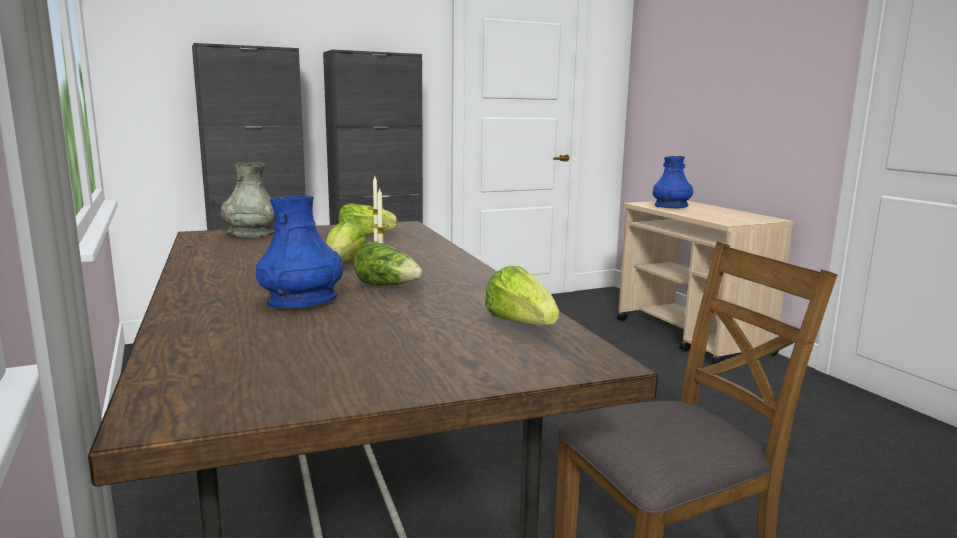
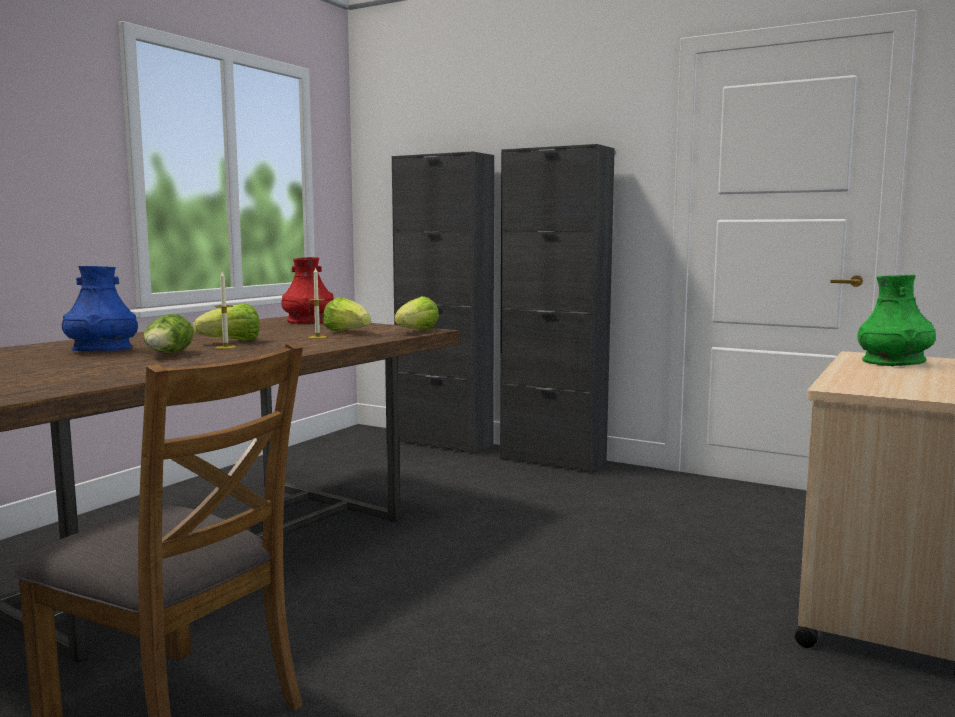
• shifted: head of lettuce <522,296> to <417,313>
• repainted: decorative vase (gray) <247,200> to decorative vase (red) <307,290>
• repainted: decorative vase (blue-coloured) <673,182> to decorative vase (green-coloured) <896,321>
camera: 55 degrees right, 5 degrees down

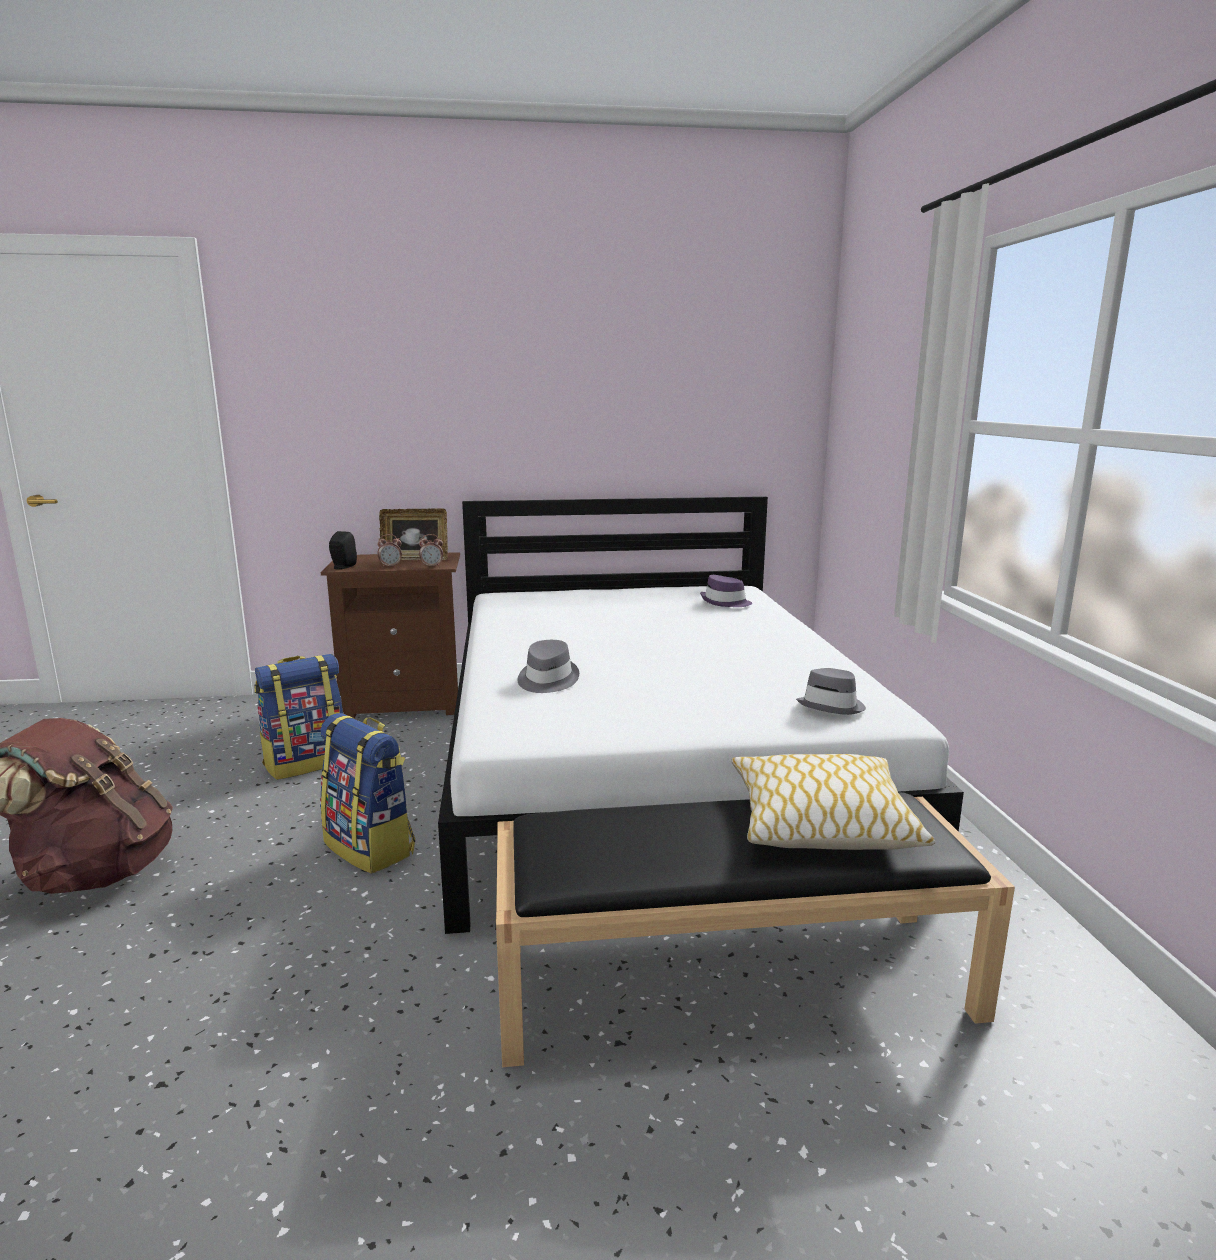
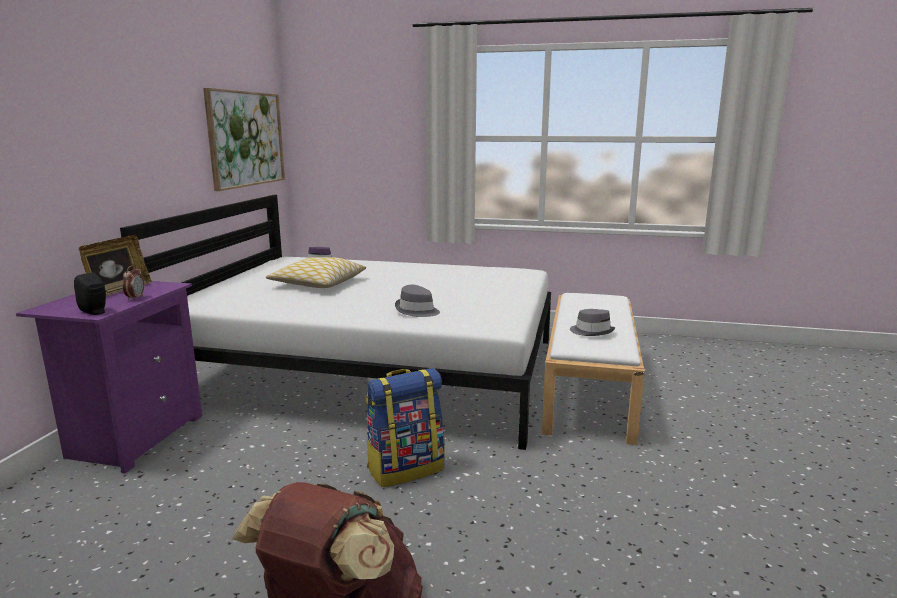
• gone: backpack <299,717>
• gone: table clock <431,551>
• new: wall picture <244,139>
• shifted: cushion <833,802> to <316,272>
• shifted: hat (gray) <831,691> to <592,322>
• repainted: night table (brownish) <390,635> to night table (purplish) <109,377>
• repainted: bench (blackish) <755,929> to bench (whitish) <593,369>
camera: 70 degrees left, 0 degrees up

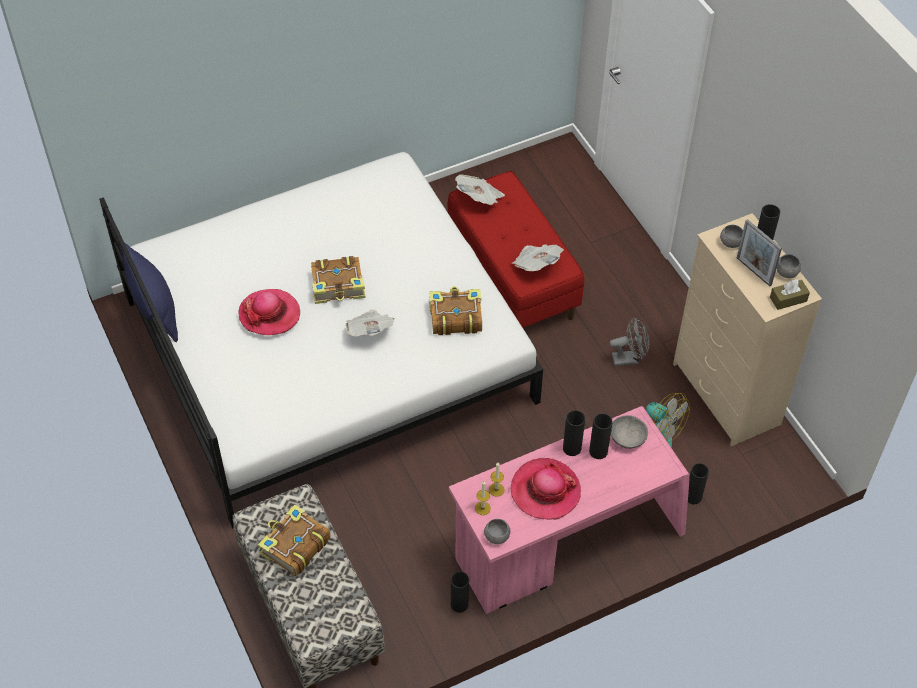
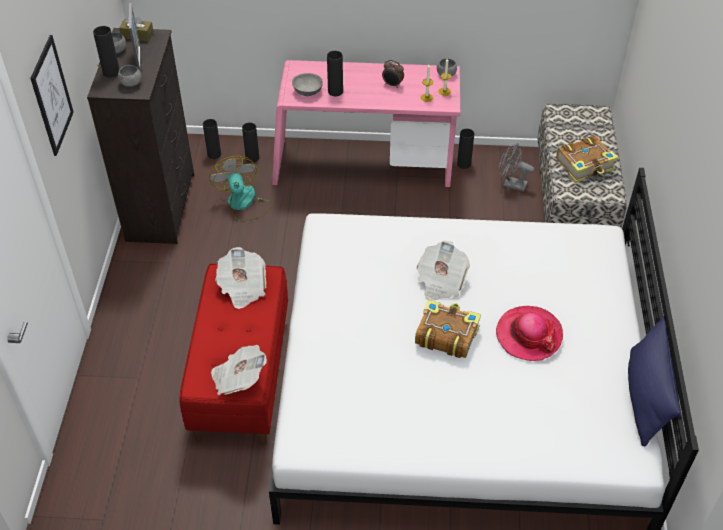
• gone: book <455,310>
• new: wall picture <52,95>
• shifted: decorative vase (blackish) <574,433> to <212,139>
• shifted: cooling fan (gray) <629,341> to <517,167>
• swapped: hat <546,489> to table clock <393,74>
• repainted: dresser (beige) <747,329> to dresser (blackish) <140,136>
camera: 150 degrees left, 5 degrees down

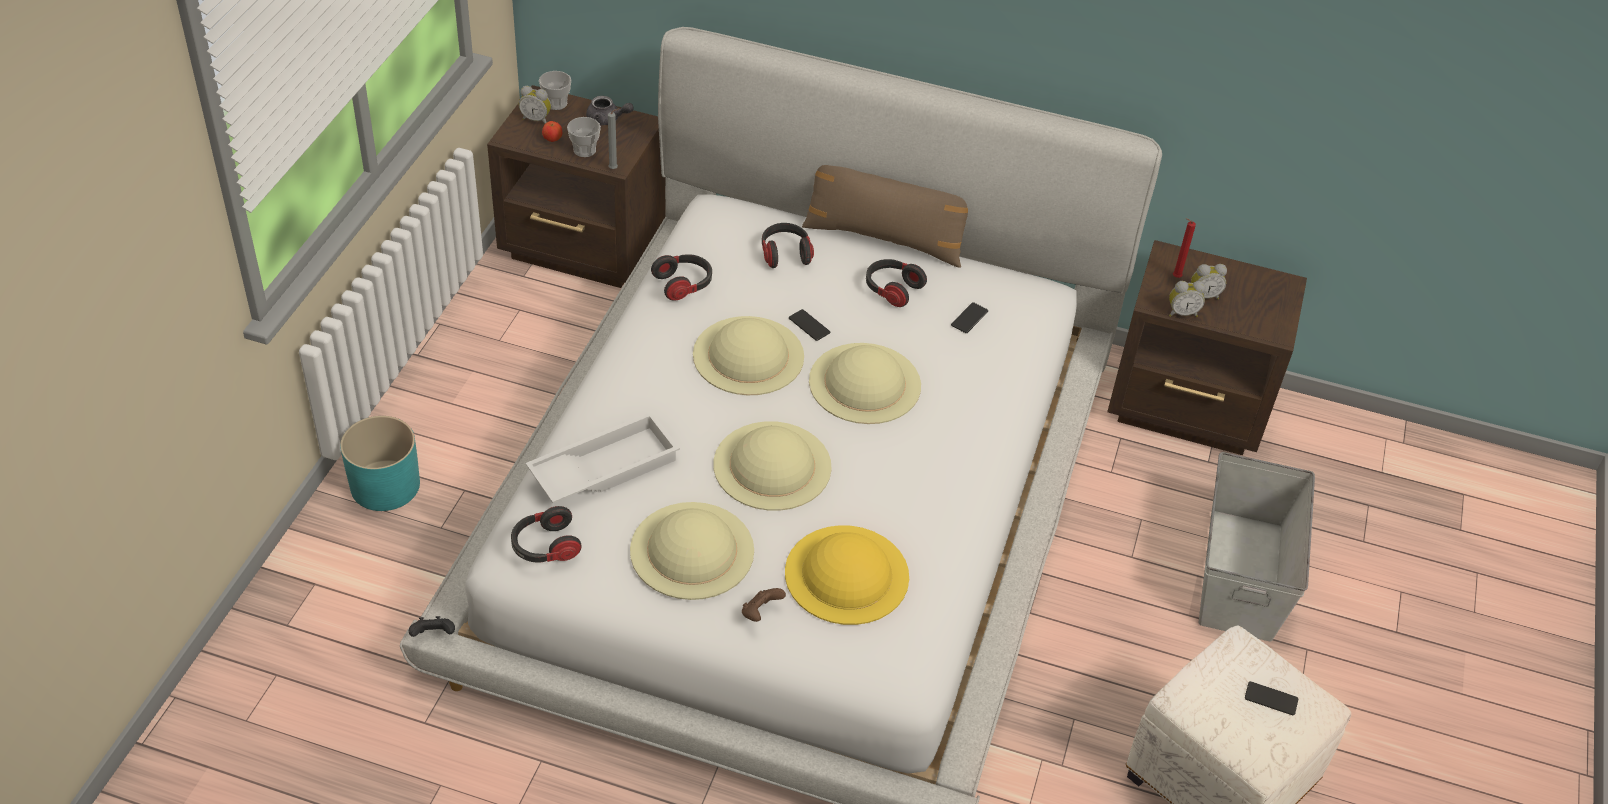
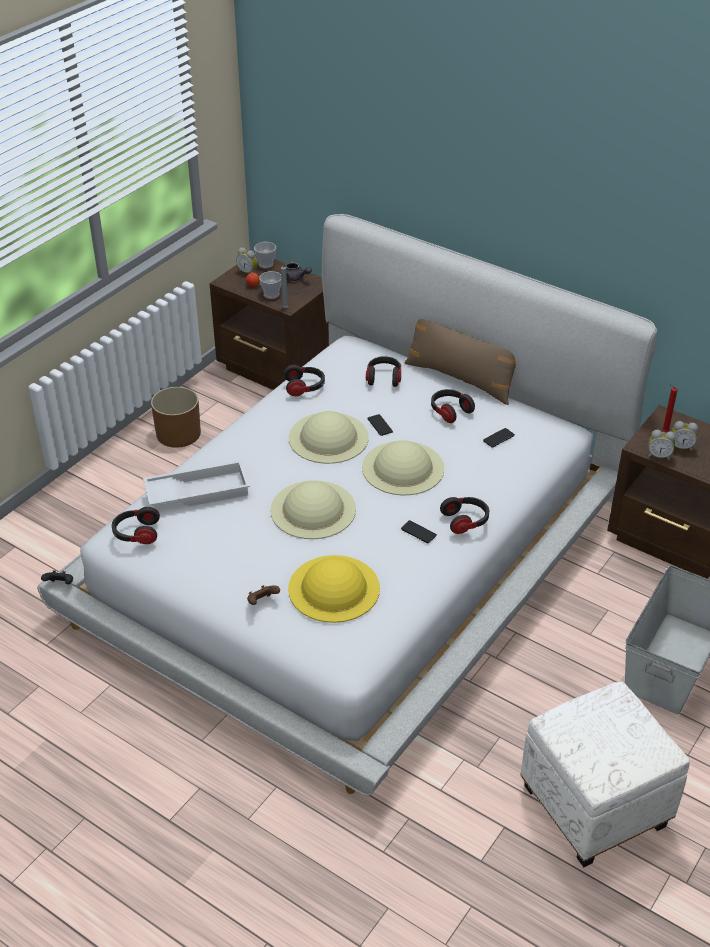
• gone: flower pot (turquoise) <380,463>
• gone: hat (beige) <692,551>
• new: flower pot (brownish) <176,417>
• new: headphones <464,515>
• shifted: phone <1271,698> to <419,531>
camera: 20 degrees right, 5 degrees down

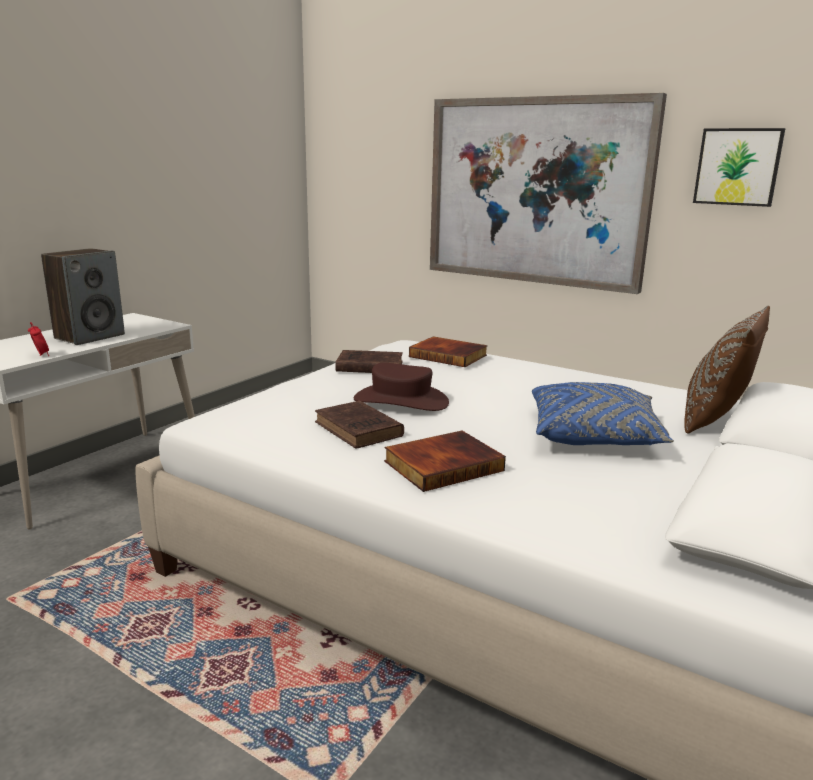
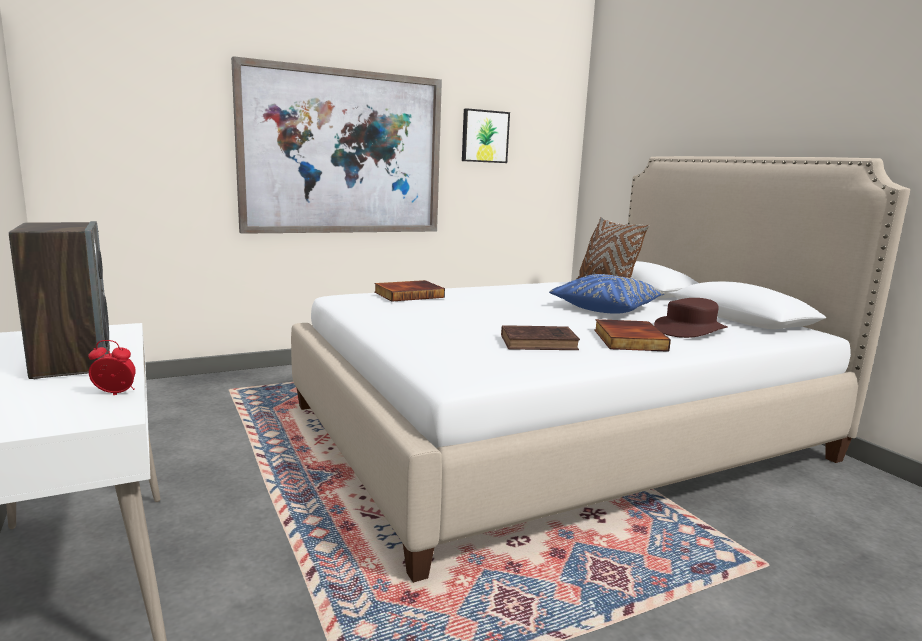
• gone: book (brownish) <369,361>
• shifted: hat (brownish) <401,387> to <691,318>
camera: 60 degrees left, 5 degrees down

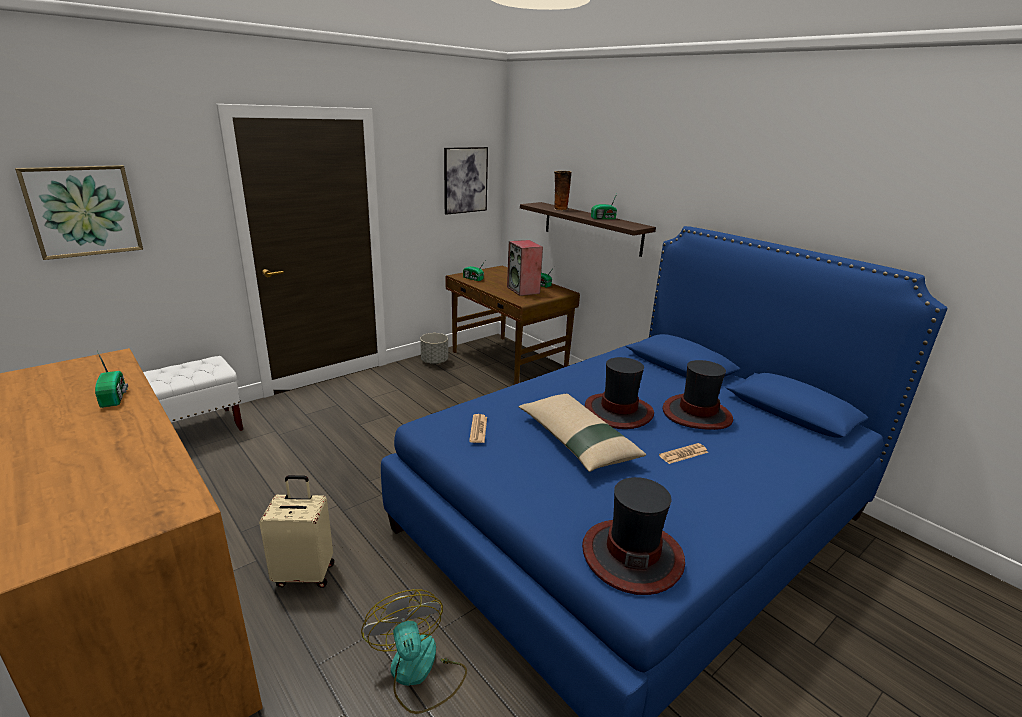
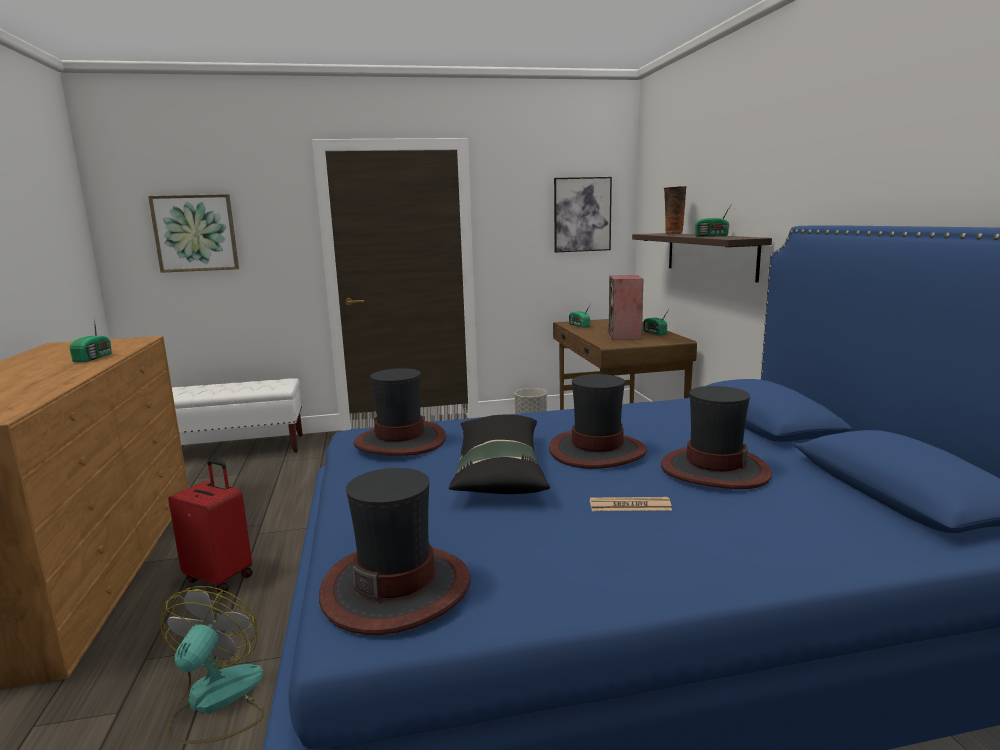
• swapped: printed paper <478,428> to hat <400,412>
• repainted: travel case (beige) <296,531> to travel case (red) <210,526>
• repainted: cushion (beige) <582,433> to cushion (blackish) <499,454>
camera: 30 degrees right, 10 degrees down

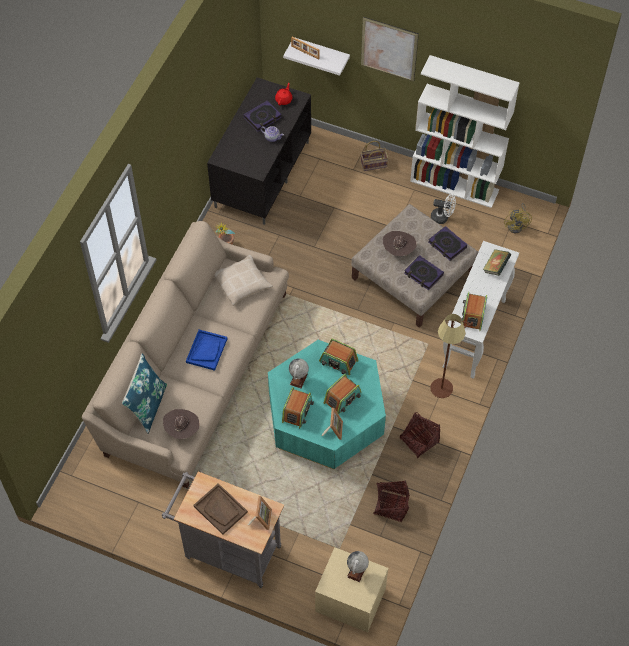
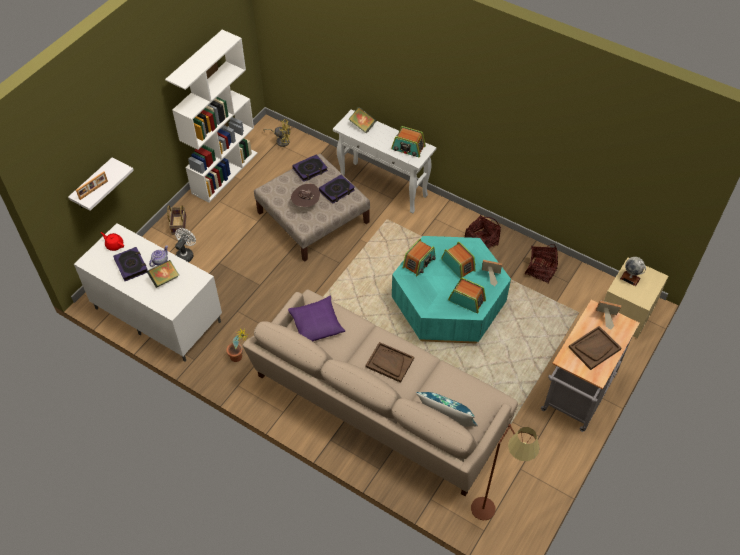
• gone: hat (brownish) <181,424>
• gone: world globe <299,373>
• gone: wall picture <390,49>
• new: book <163,274>
• shifted: cooling fan (whitish) <443,209> to <185,245>
• shifted: standing lamp (brownish) <452,356> to <505,472>
• repainted: serving tray (blue-coloured) <207,350> to serving tray (brownish) <389,362>
• repainted: tv unit (blackish) <259,151> to tv unit (whitish) <148,292>
• repainted: cushion (beige) <243,280> to cushion (purplish) <316,318>
camera: 80 degrees left, 5 degrees down

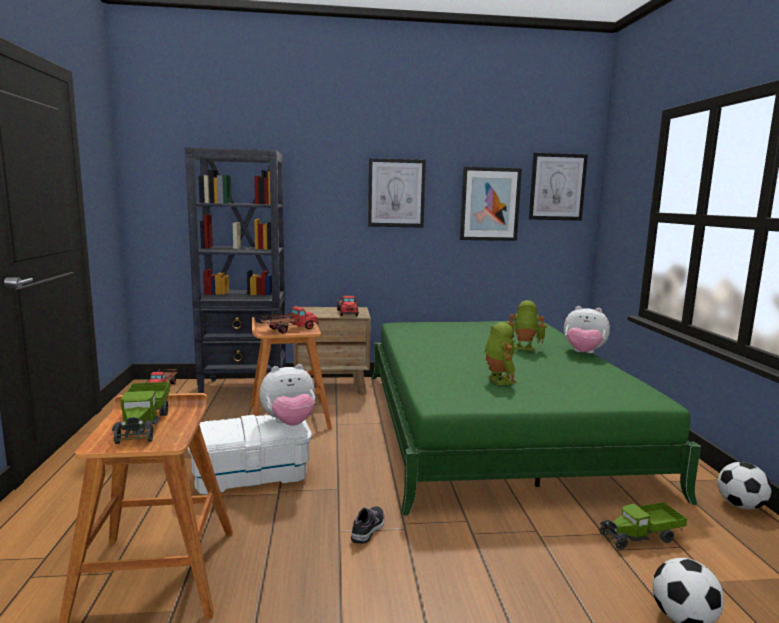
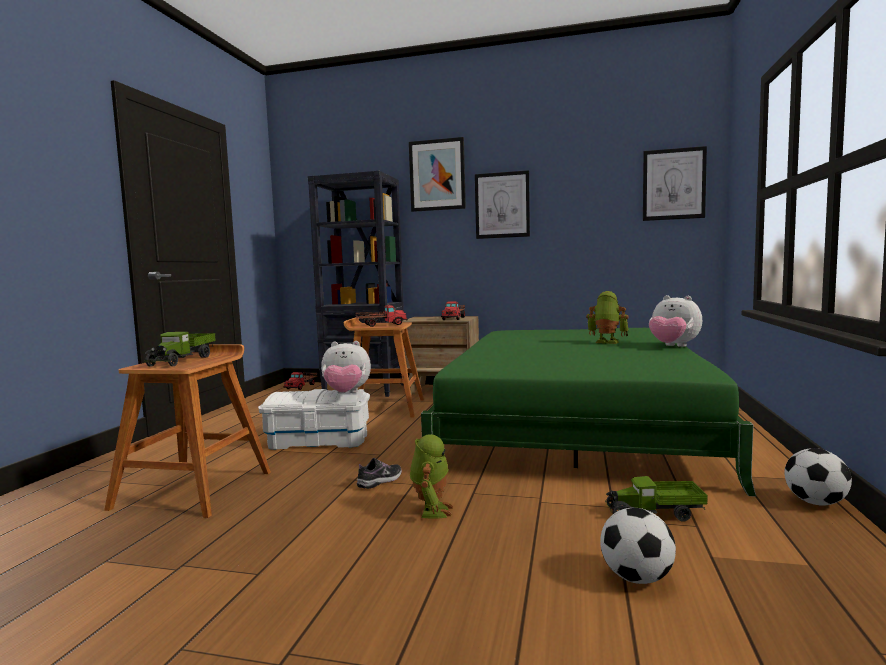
• shifted: wall picture <491,204> to <437,174>
• shifted: model robot <500,353> to <431,476>
camera: 20 degrees right, 5 degrees down

